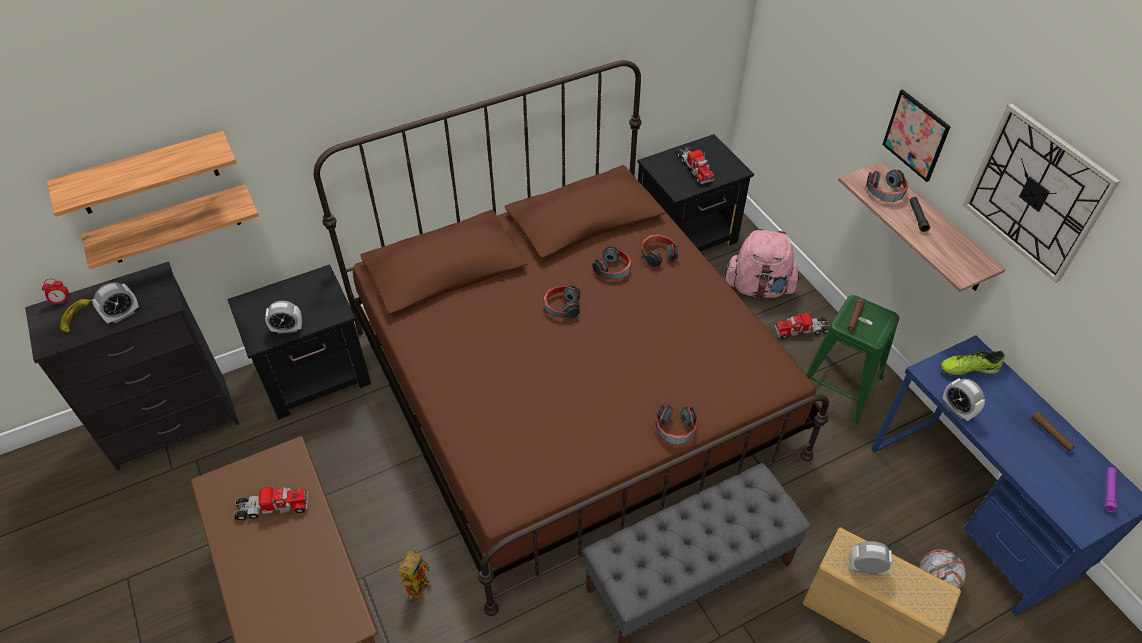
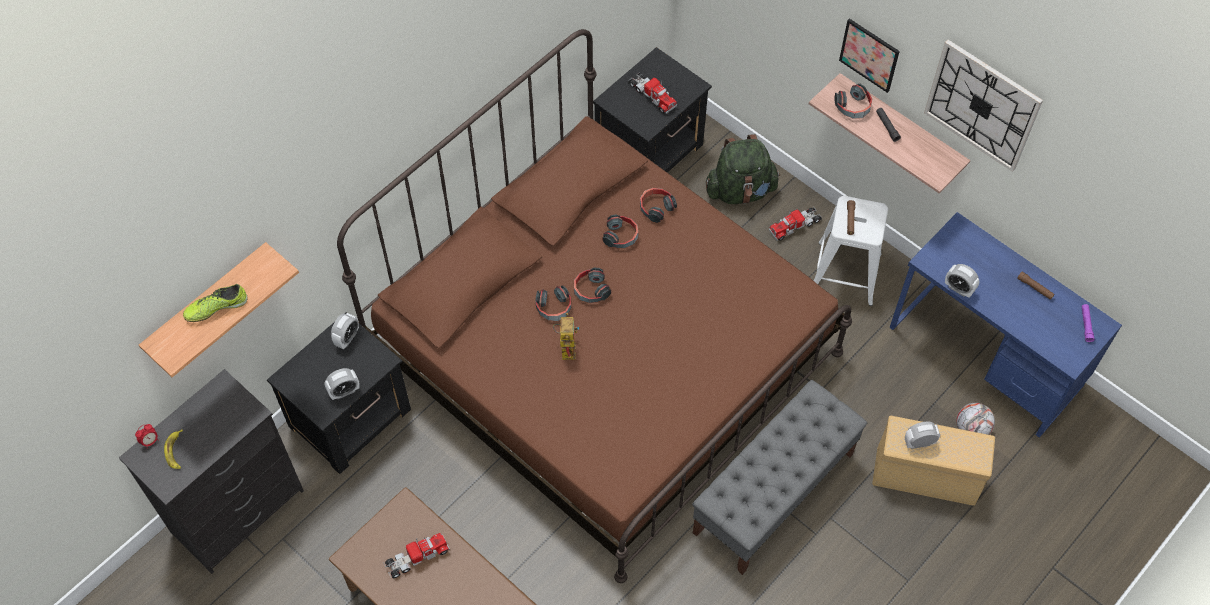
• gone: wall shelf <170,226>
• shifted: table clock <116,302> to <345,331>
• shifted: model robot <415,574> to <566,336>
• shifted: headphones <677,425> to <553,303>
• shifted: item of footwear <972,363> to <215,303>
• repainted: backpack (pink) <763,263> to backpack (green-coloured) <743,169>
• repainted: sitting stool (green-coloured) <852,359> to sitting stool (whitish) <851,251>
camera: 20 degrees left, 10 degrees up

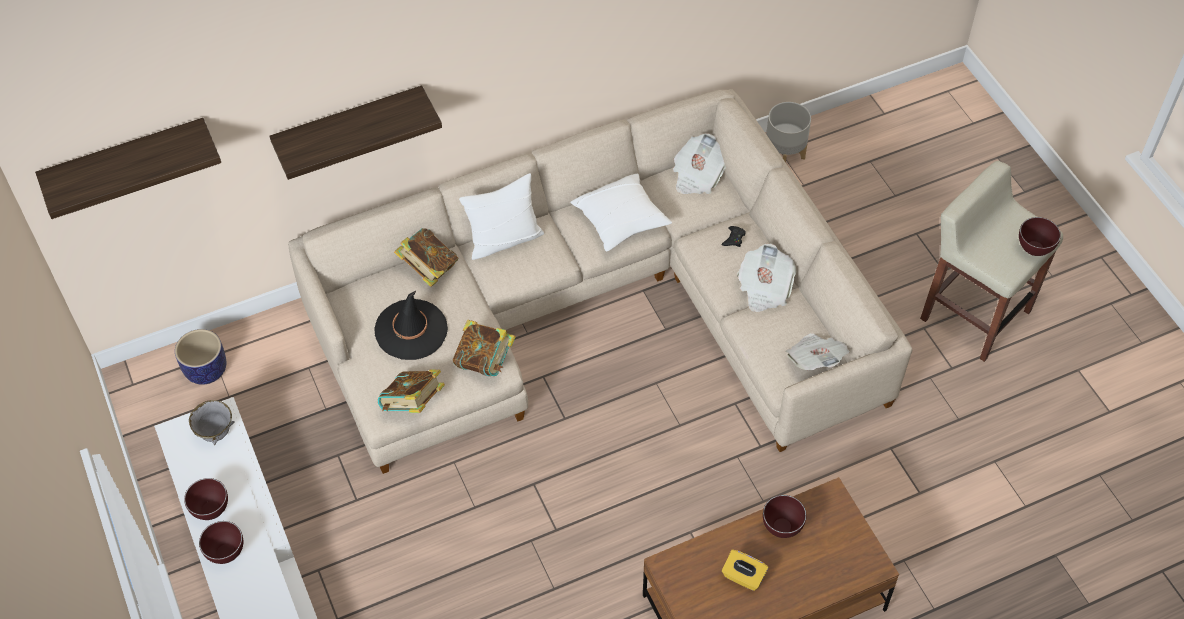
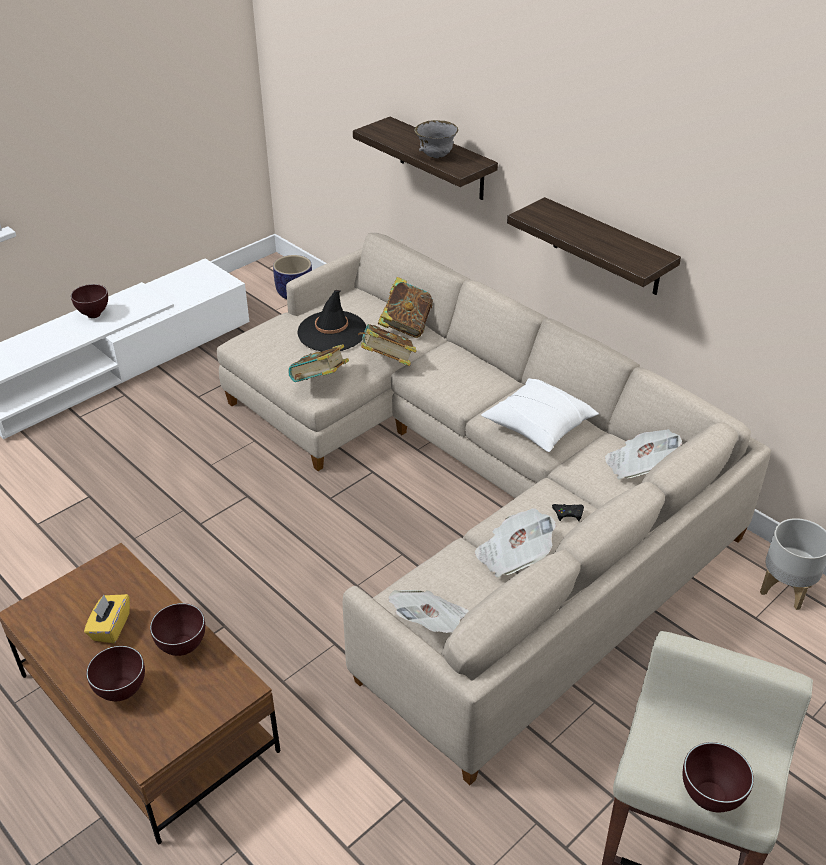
• gone: cushion (whitish) <501,216>
• shifted: wall shelf <128,168> to <594,246>
• shifted: deep dish (brownish) <206,499> to <115,673>
• shifted: deep dish (gray) <212,422> to <436,139>
• shifted: book <411,391> to <387,345>
camera: 70 degrees right, 15 degrees down

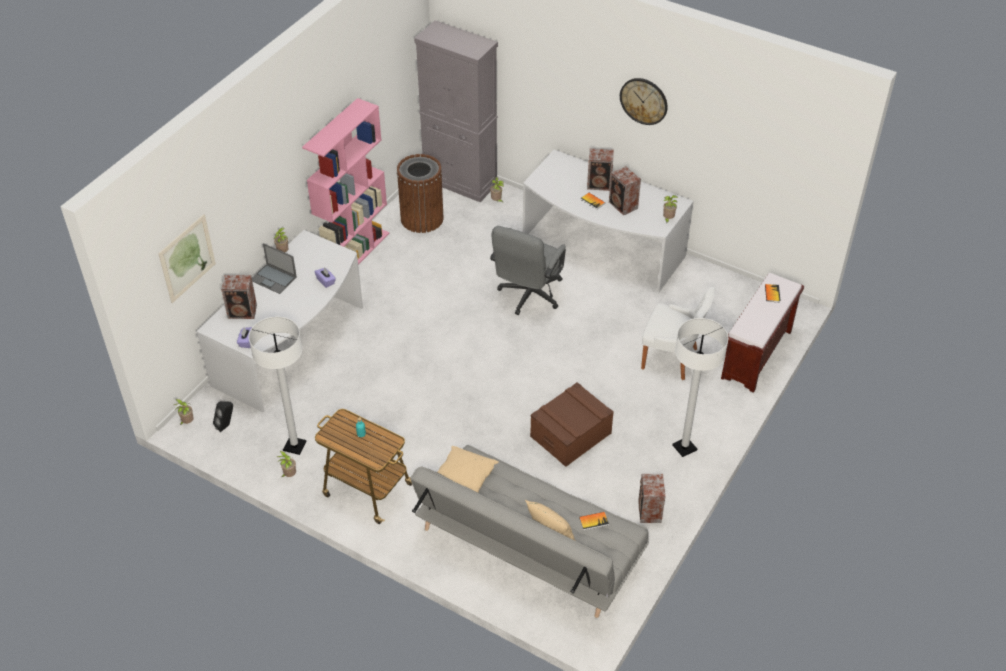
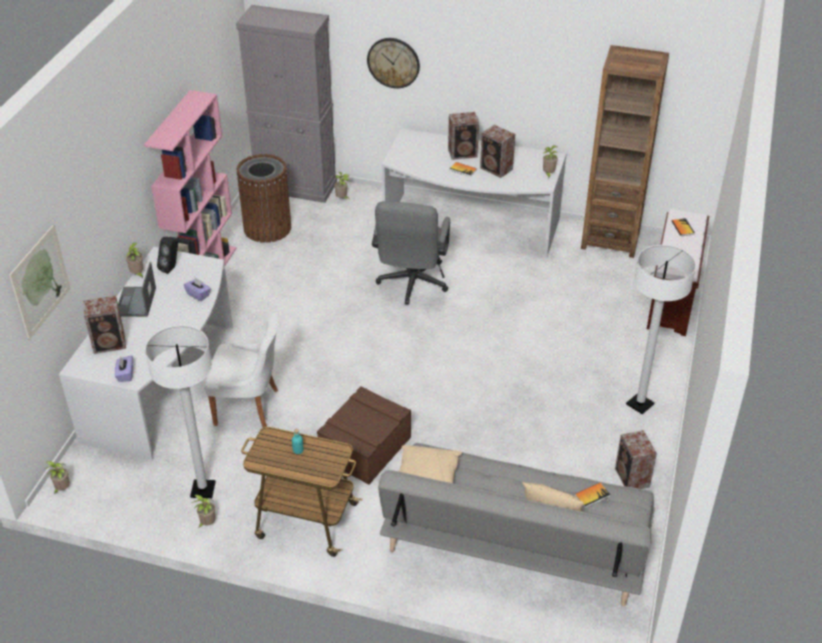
• new: bookshelf (brownish) <625,151>
• shifted: loudspeaker (blackish) <223,416> to <167,255>
• shifted: storage box (brownish) <572,424> to <364,435>
• shifted: clock on the wall <644,101> to <393,63>
• shifted: chair (whitish) <678,333> to <242,369>
• rotated: laptop <274,268> = <137,289> 75 degrees clockwise
camera: 15 degrees left, 5 degrees down

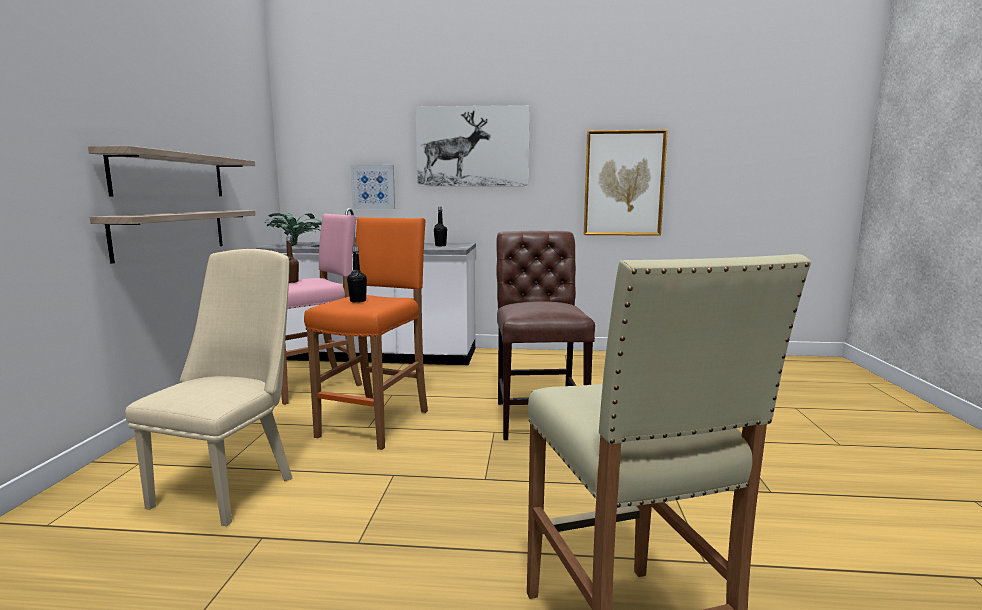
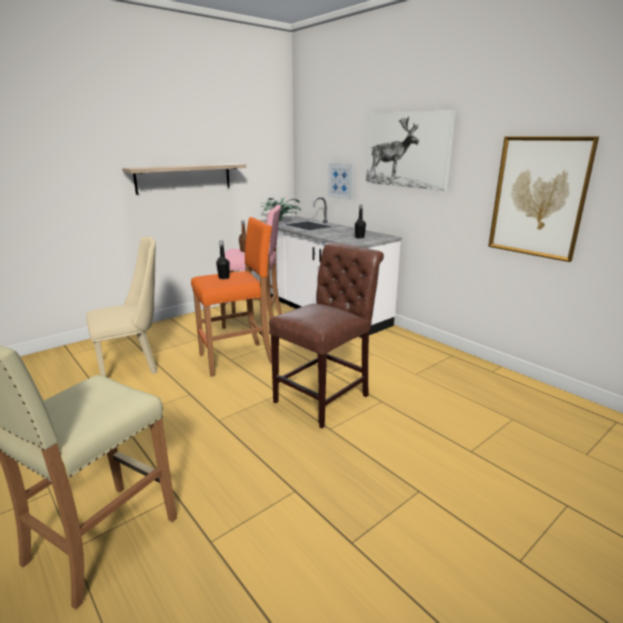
• gone: wall shelf <173,237>
camera: 45 degrees right, 10 degrees up

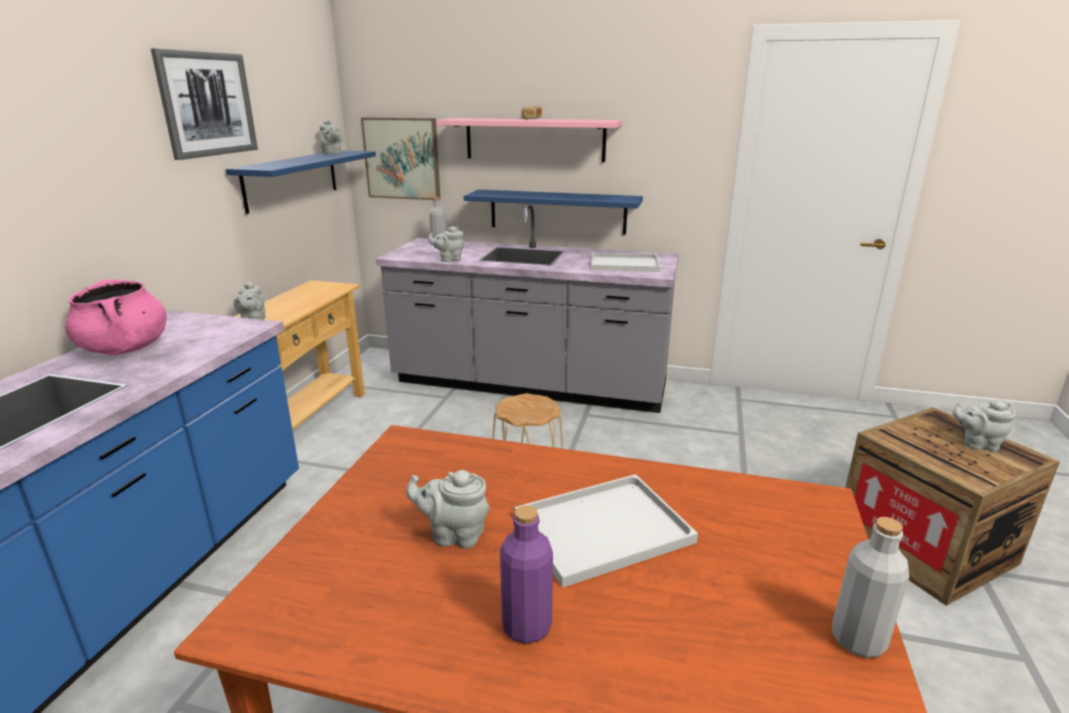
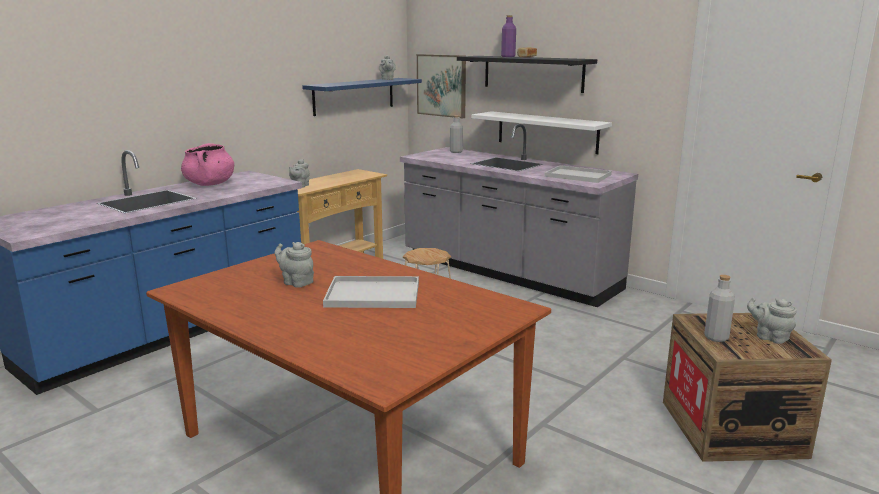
• gone: wall picture <204,104>
• gone: teapot (gray) <446,244>
• shifted: bottle (purplish) <526,574> to <508,36>
• shifted: bottle (gray) <870,587> to <720,308>
• repainted: wall shelf (pink) <529,140> to wall shelf (blackish) <527,74>
• repainted: wall shelf (blue-coloured) <553,212> to wall shelf (whitish) <541,132>
camera: 25 degrees right, 5 degrees down

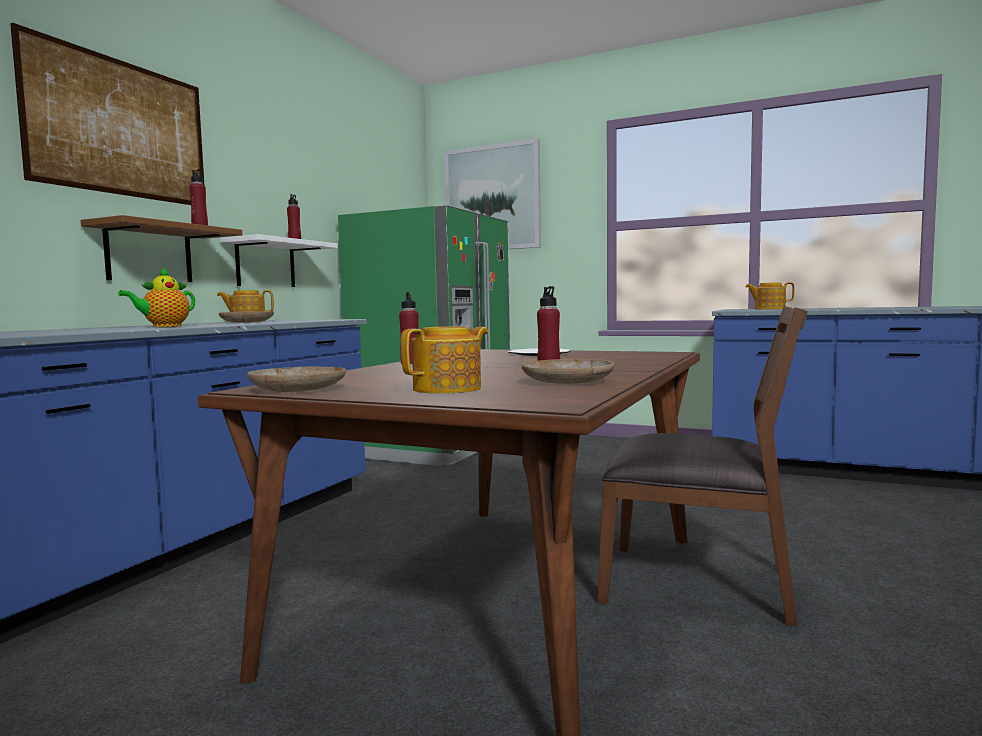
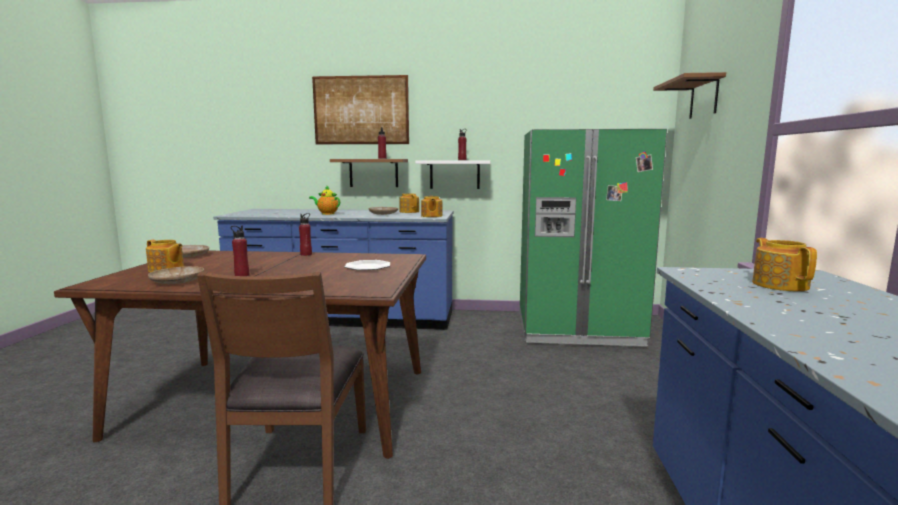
• new: teapot <432,206>
• swapped: wall picture <492,194> to wall shelf (brownish) <689,95>
camera: 70 degrees right, 5 degrees up

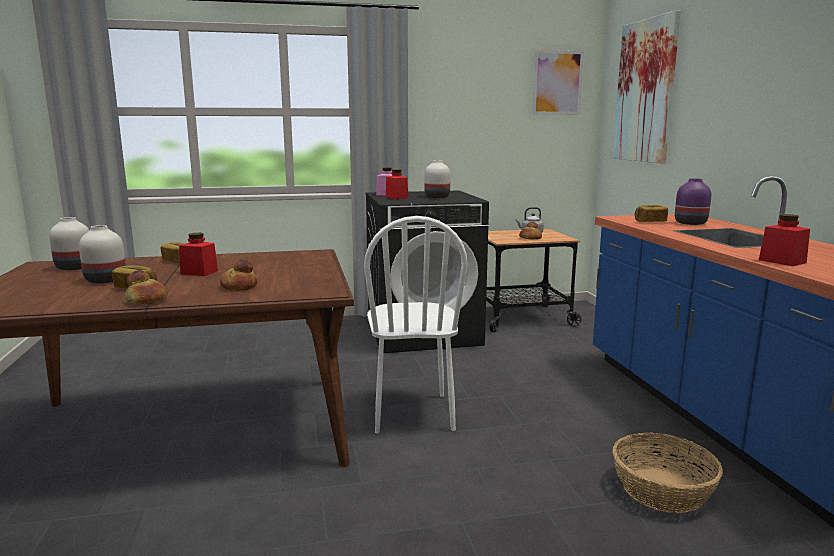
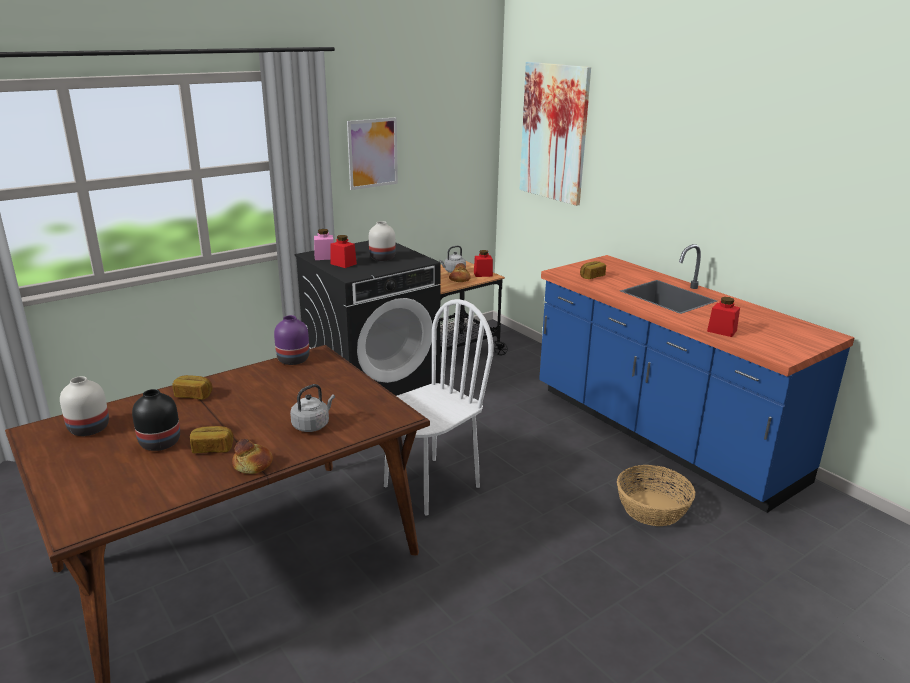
• shifted: jar (red) <198,254> to <483,263>
• shifted: wall picture <558,82> to <372,153>
• shifted: decorative vase (purplish) <693,201> to <292,340>
• swapped: bread <238,275> to water kettle (gray) <312,408>
• repainted: decorative vase (whitish) <102,254> to decorative vase (blackish) <156,420>
• rotated: chair (whitish) <416,325> = <439,407> 105 degrees counterclockwise
camera: 25 degrees left, 10 degrees up

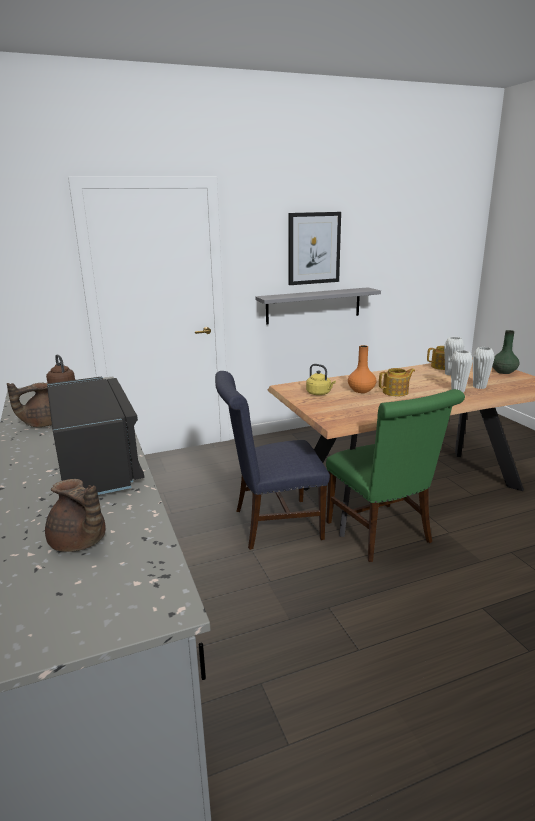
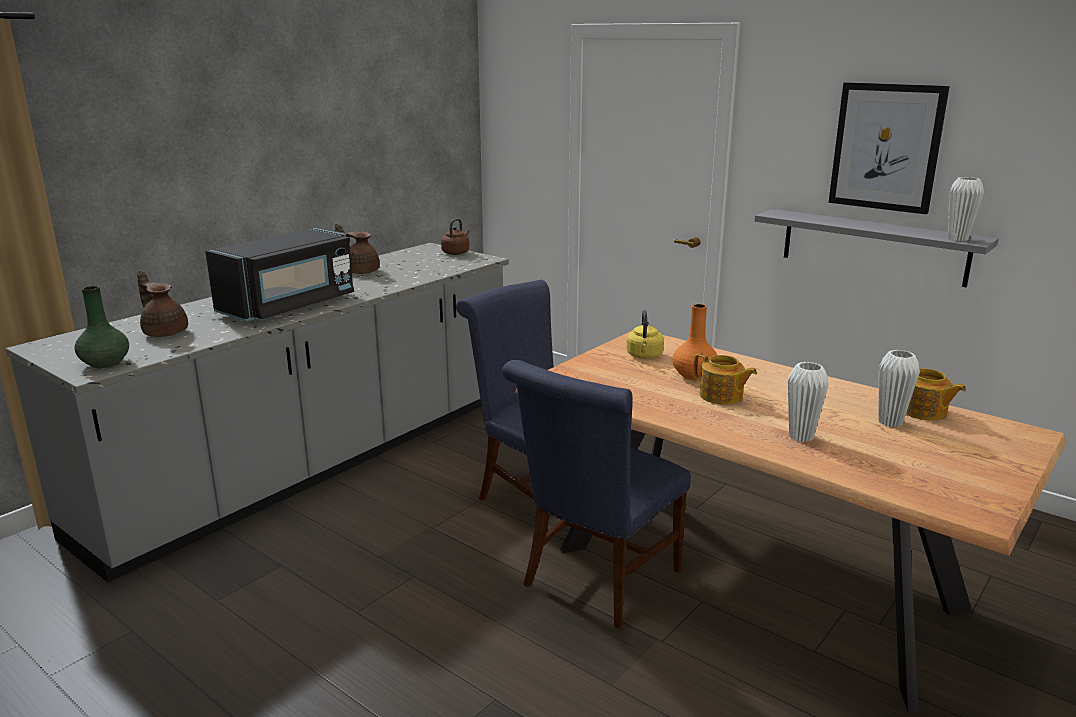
• shifted: decorative vase (whitish) <484,368> to <966,209>
• shifted: decorative vase (green-coloured) <505,352> to <101,327>
• repainted: chair (green-coloured) <395,475> to chair (blue-coloured) <596,494>
• rotated: teapot (brownish) <75,515> = <162,303> 120 degrees clockwise
camera: 60 degrees right, 0 degrees up

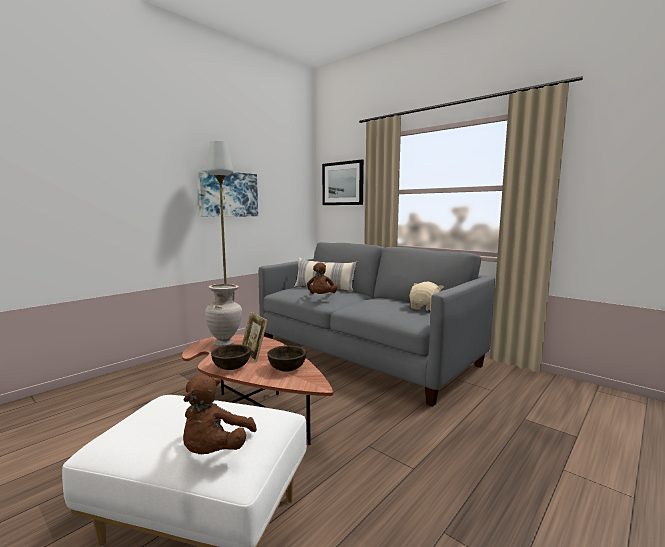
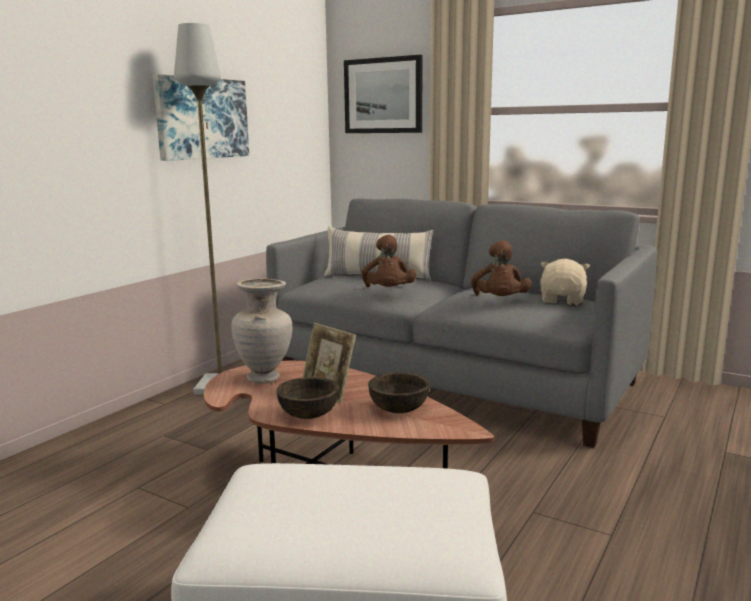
• shifted: plush toy (brownish) <220,414> to <501,268>
camera: 10 degrees left, 5 degrees up

